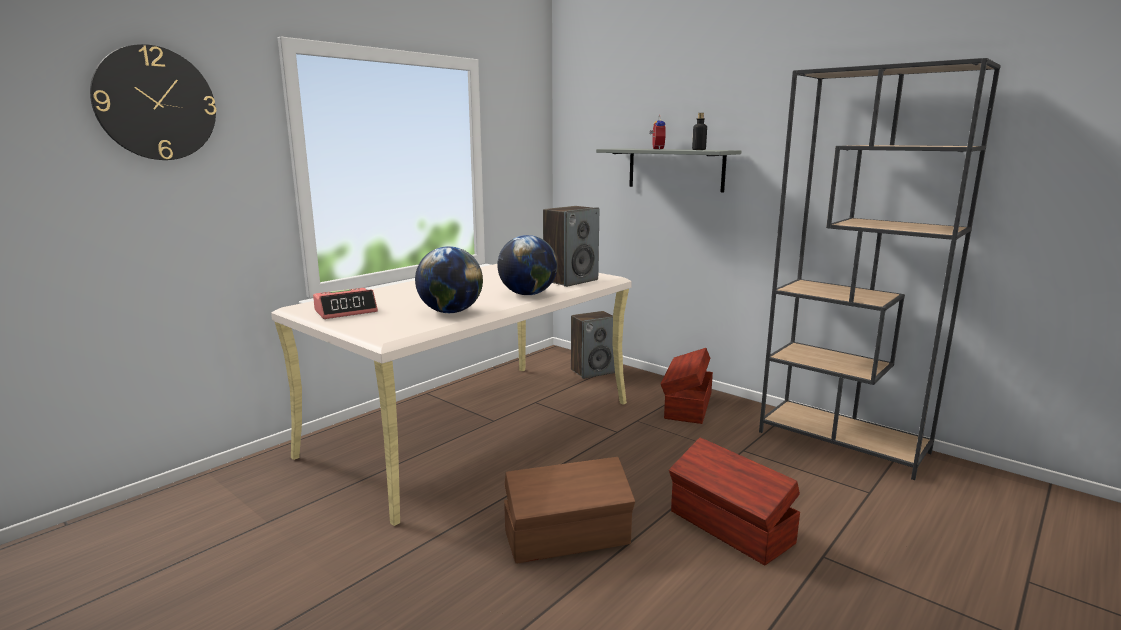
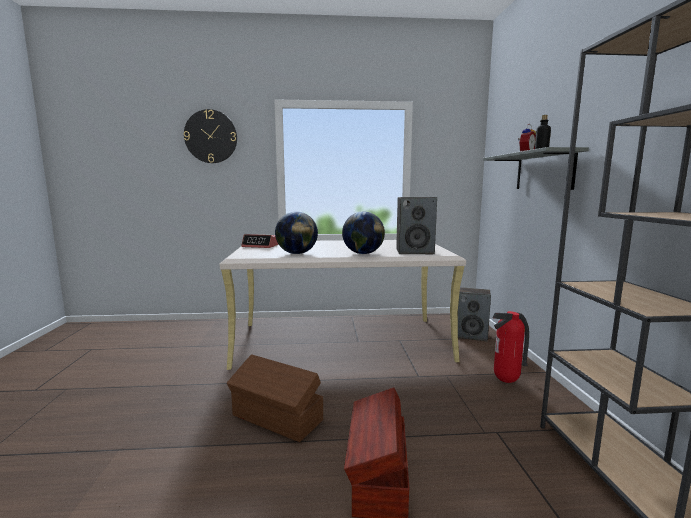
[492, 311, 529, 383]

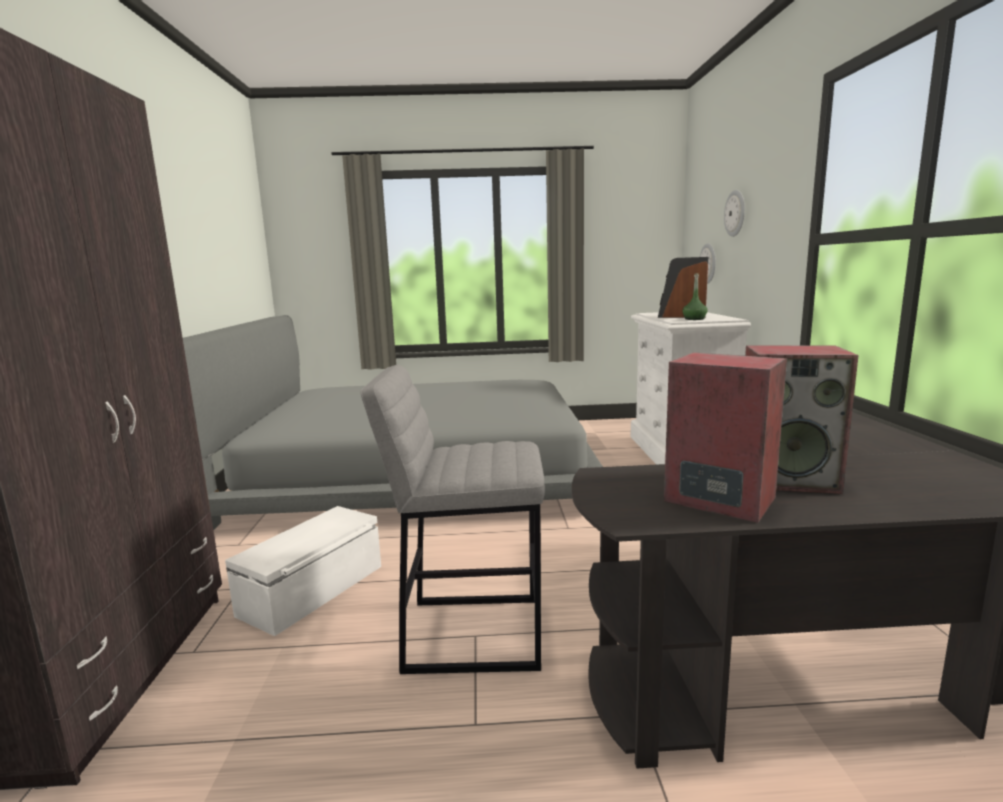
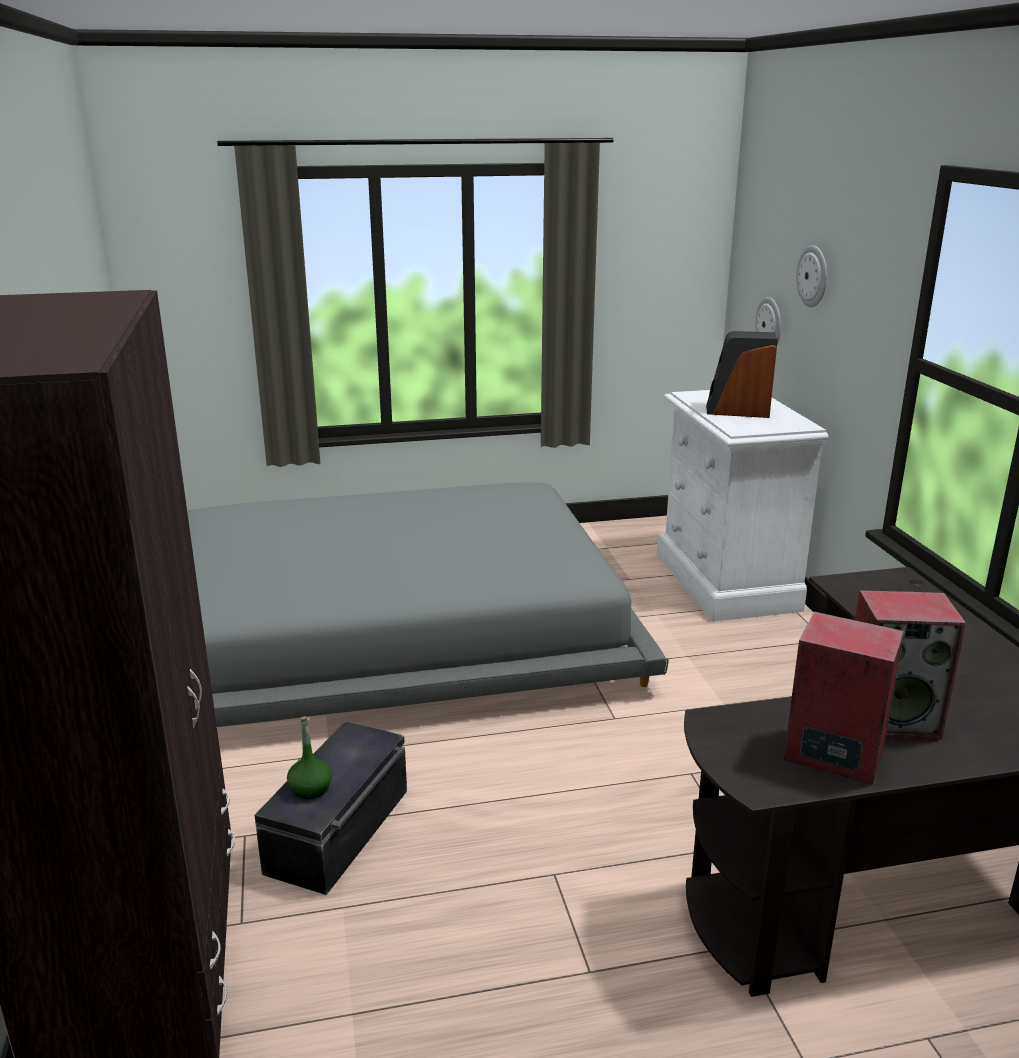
[255, 721, 407, 895]
[287, 716, 332, 799]
[361, 364, 545, 674] (first image)

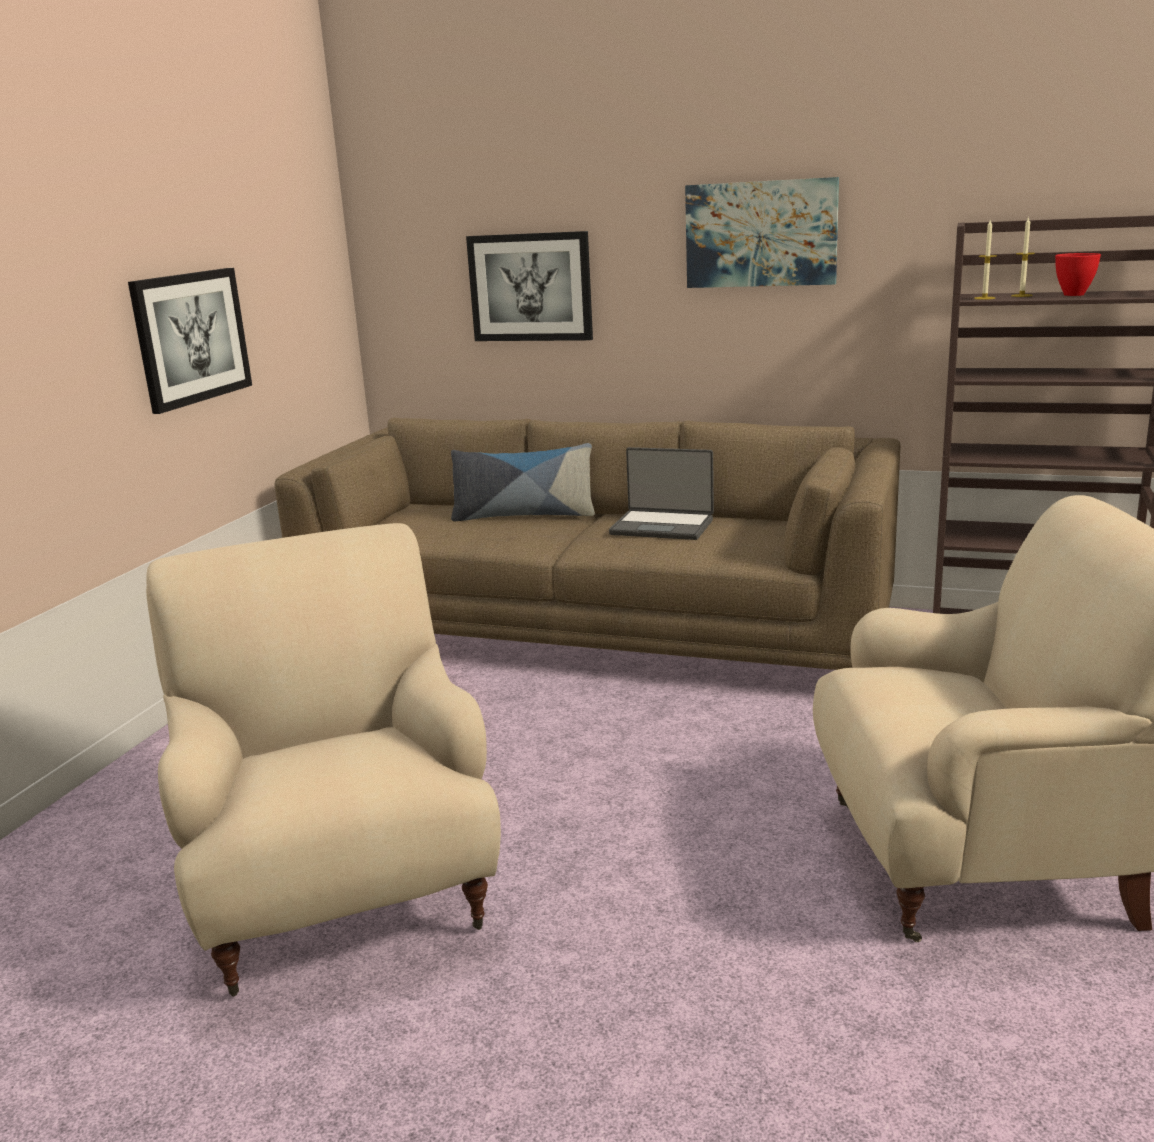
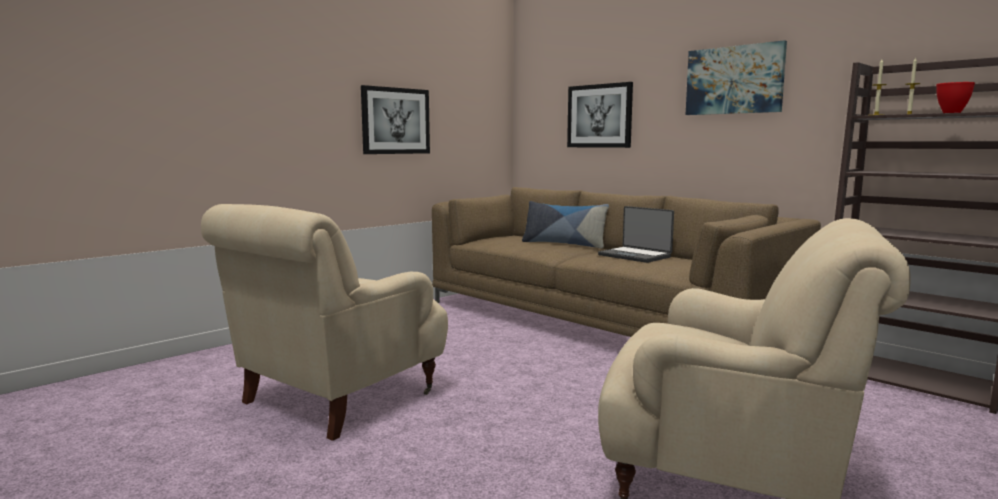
[201, 204, 448, 441]

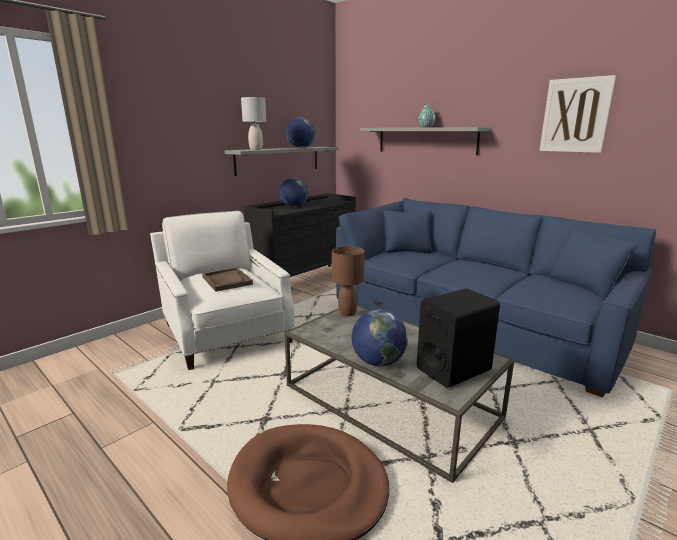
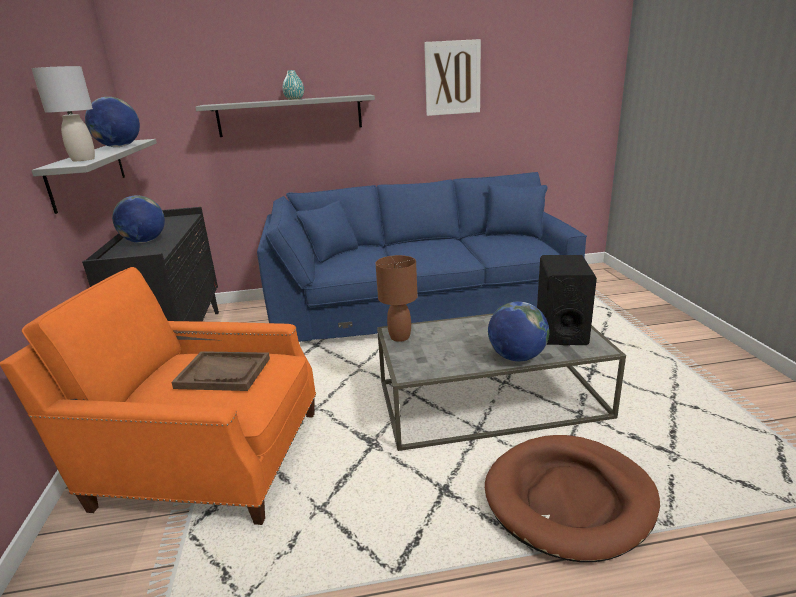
[0, 267, 316, 525]

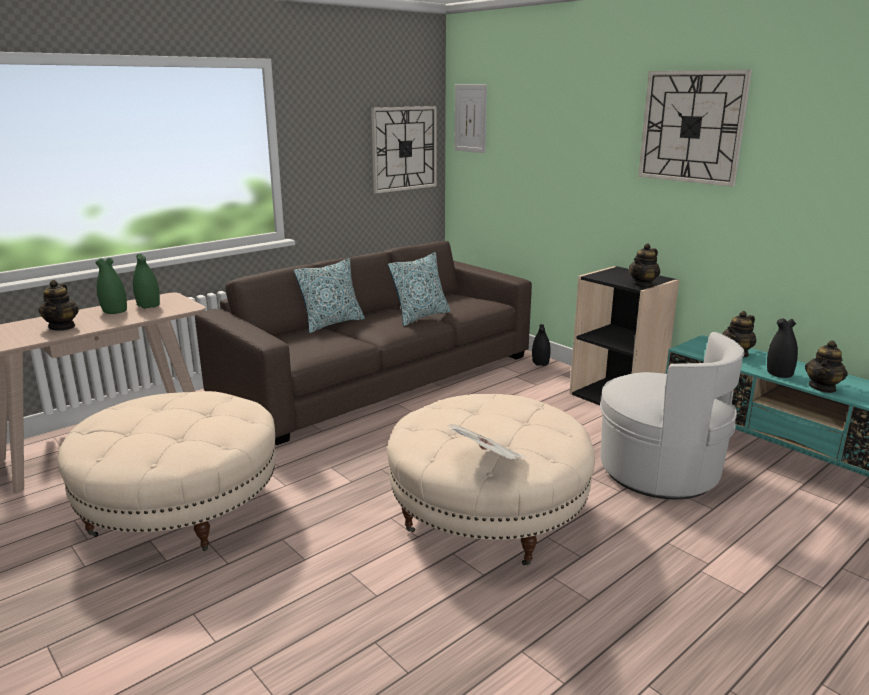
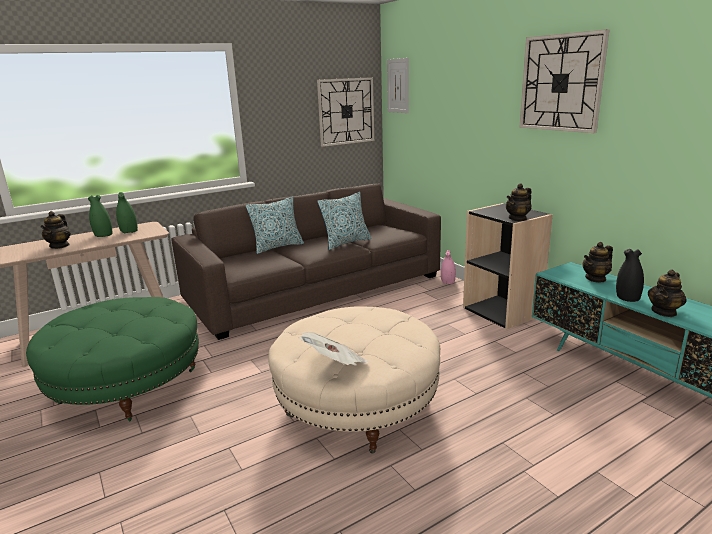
[26, 297, 199, 421]
[441, 250, 456, 284]
[600, 332, 744, 499] (first image)

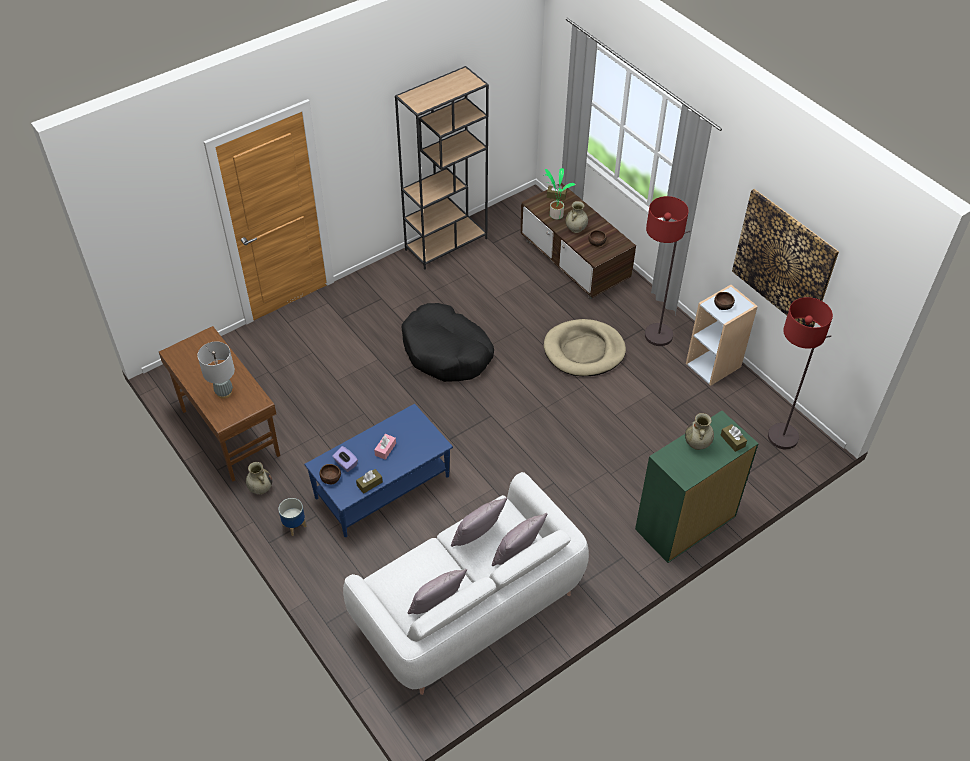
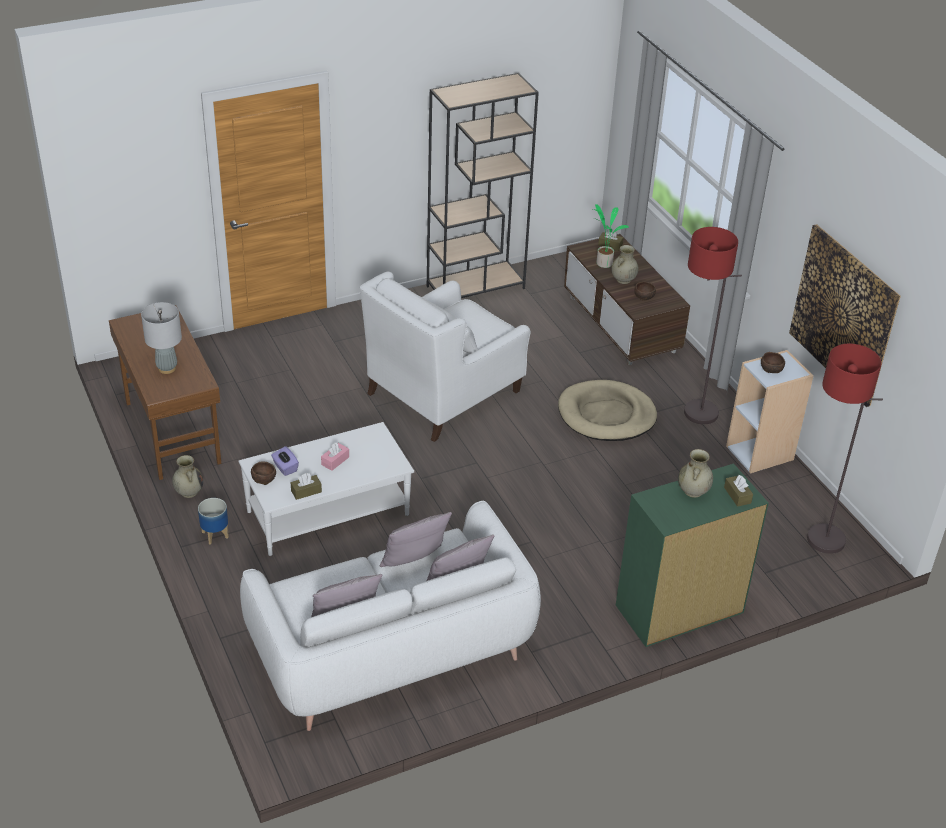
[239, 422, 414, 556]
[360, 272, 531, 442]

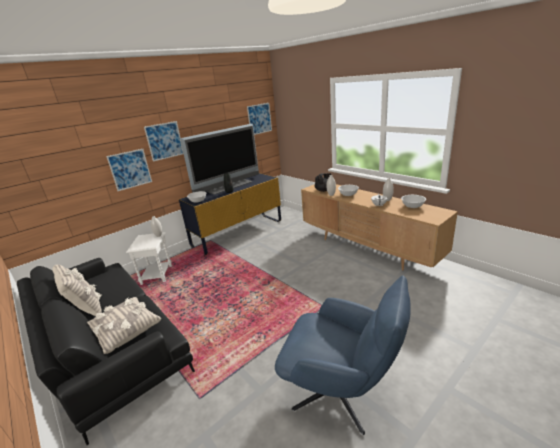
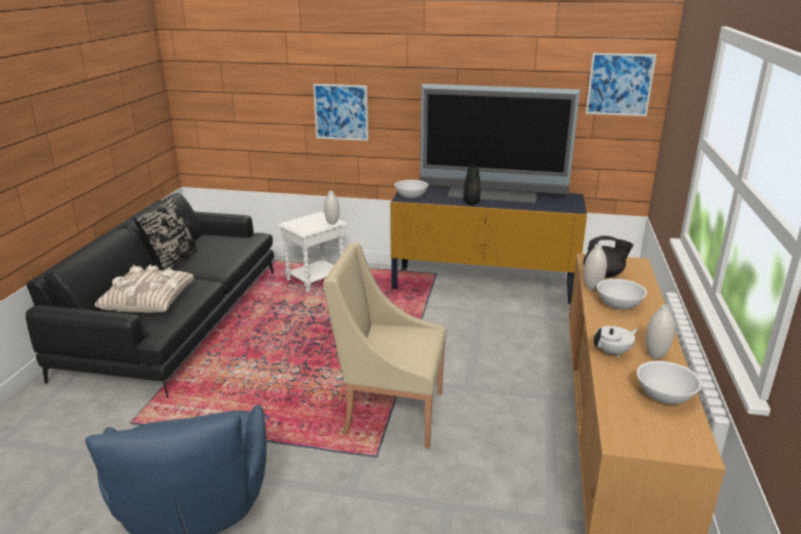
[134, 197, 197, 270]
[323, 243, 447, 448]
[144, 121, 184, 162] (first image)

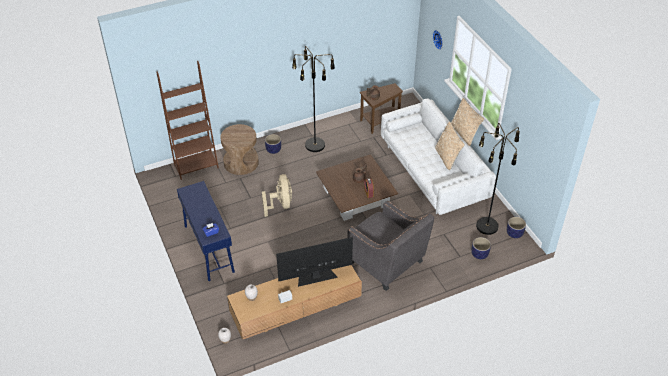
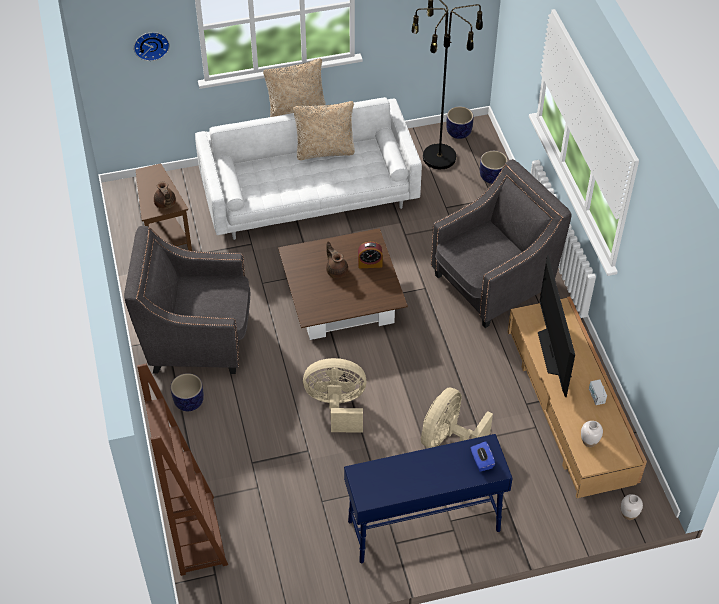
[124, 226, 250, 374]
[421, 387, 493, 448]
[220, 124, 259, 175] (first image)

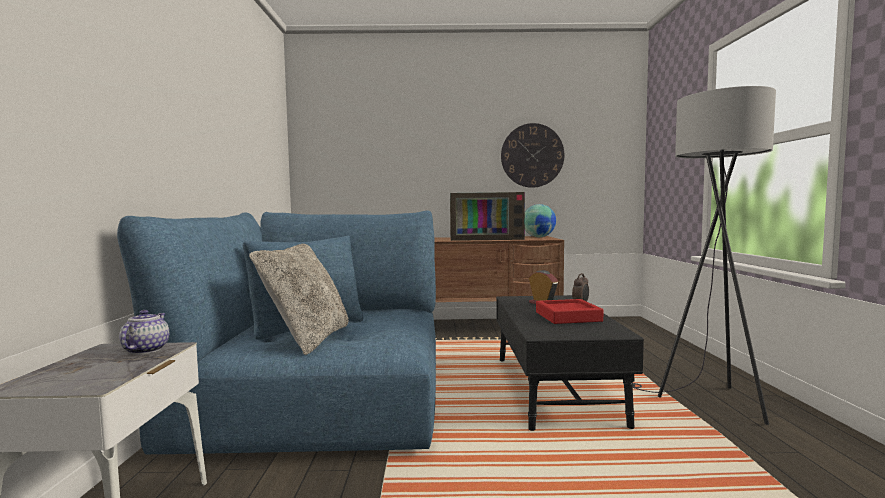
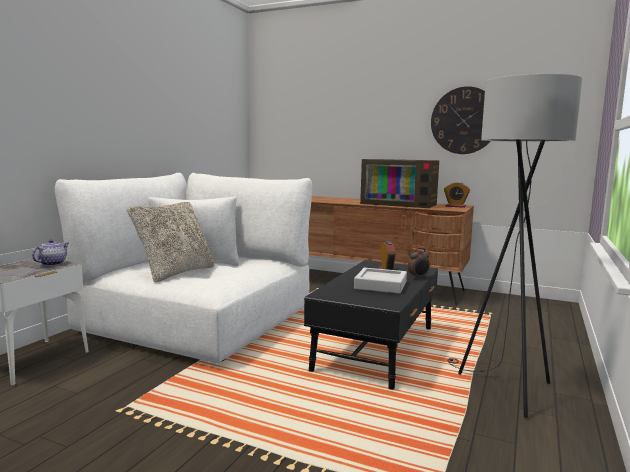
[55, 173, 312, 364]
[354, 268, 407, 294]
[444, 182, 470, 208]

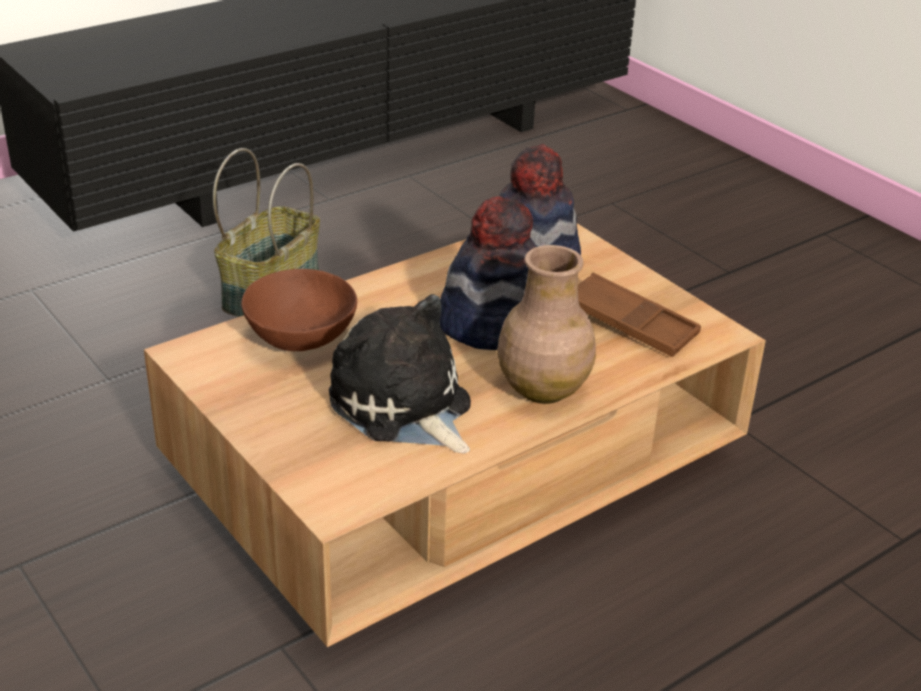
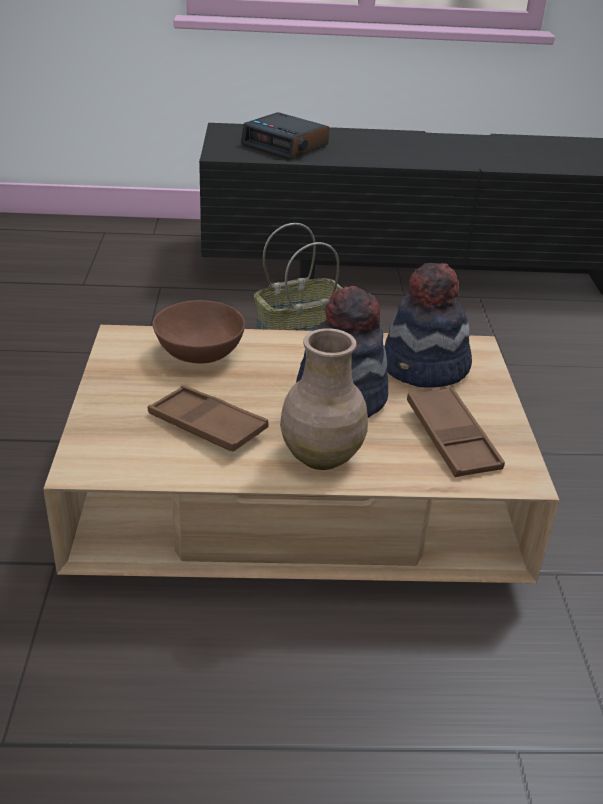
[148, 385, 269, 452]
[241, 112, 329, 160]

